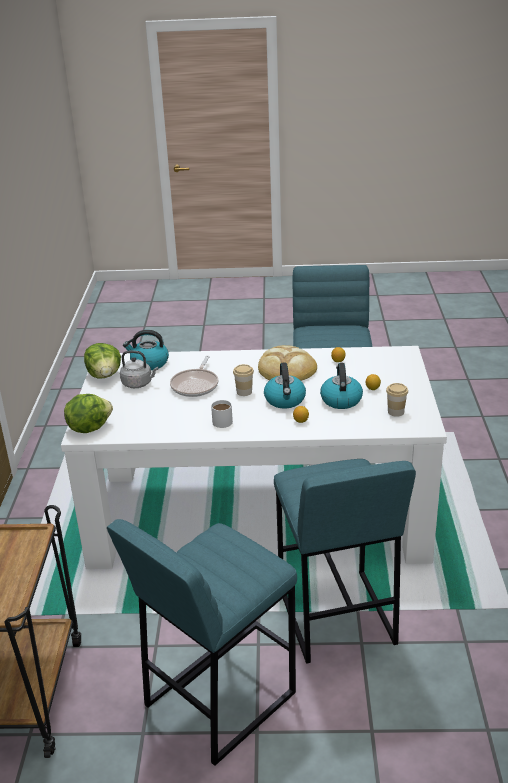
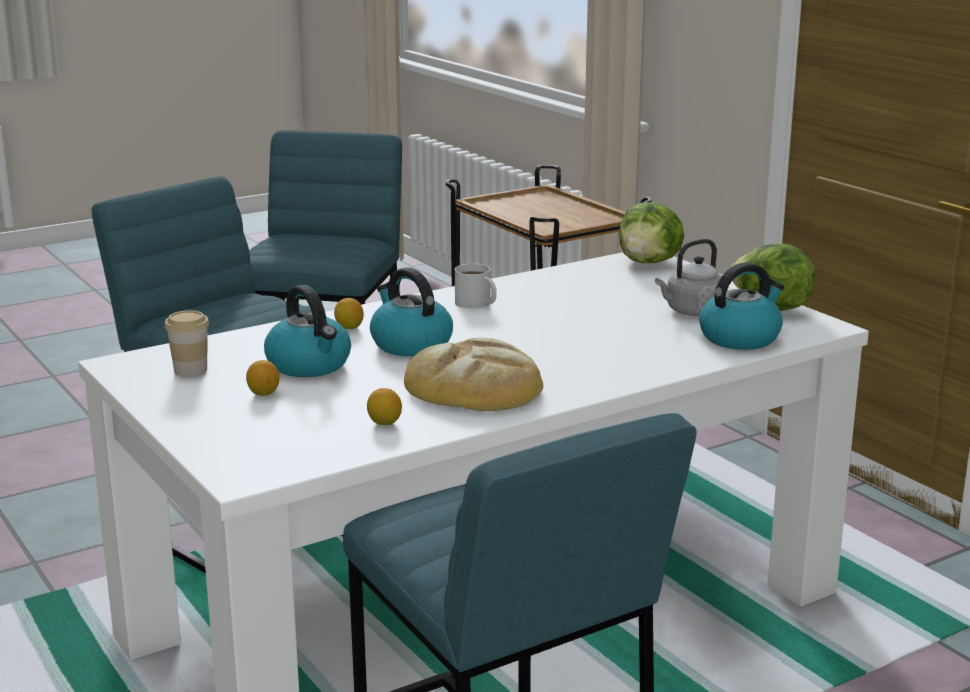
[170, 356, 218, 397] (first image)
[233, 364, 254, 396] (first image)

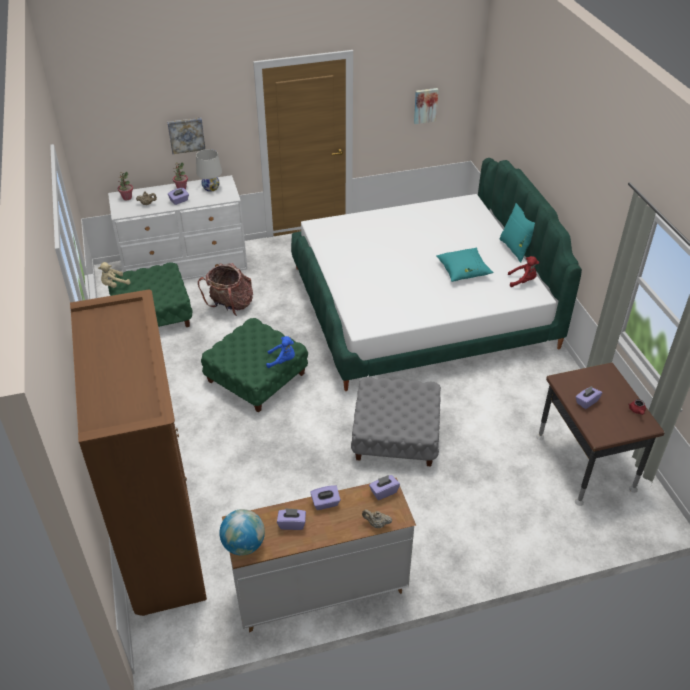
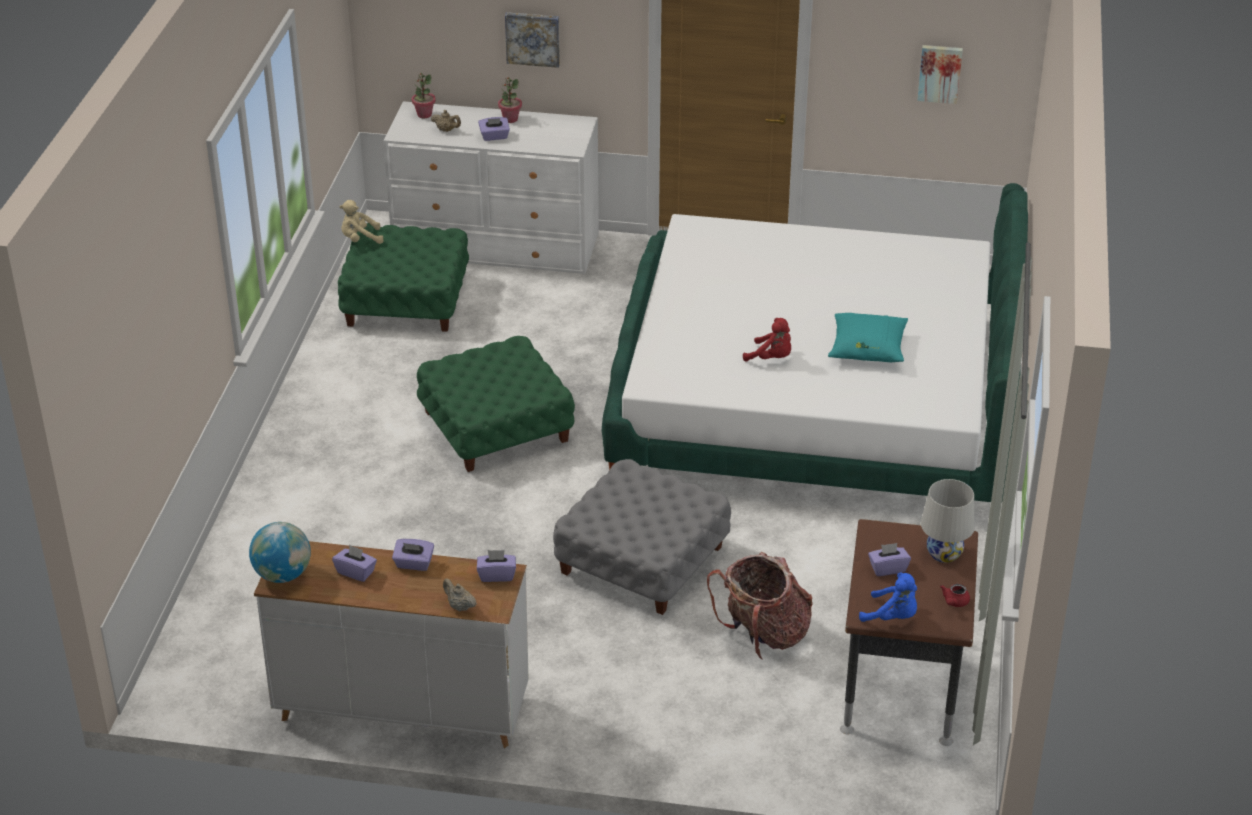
[707, 552, 813, 659]
[743, 318, 791, 362]
[859, 572, 917, 622]
[921, 479, 975, 563]
[70, 290, 207, 616] (first image)
[499, 203, 535, 263] (first image)

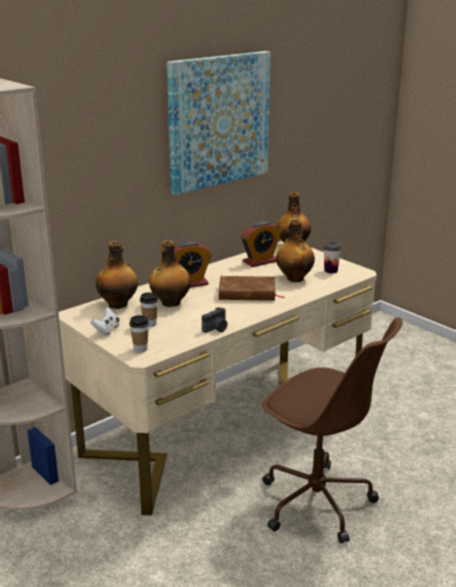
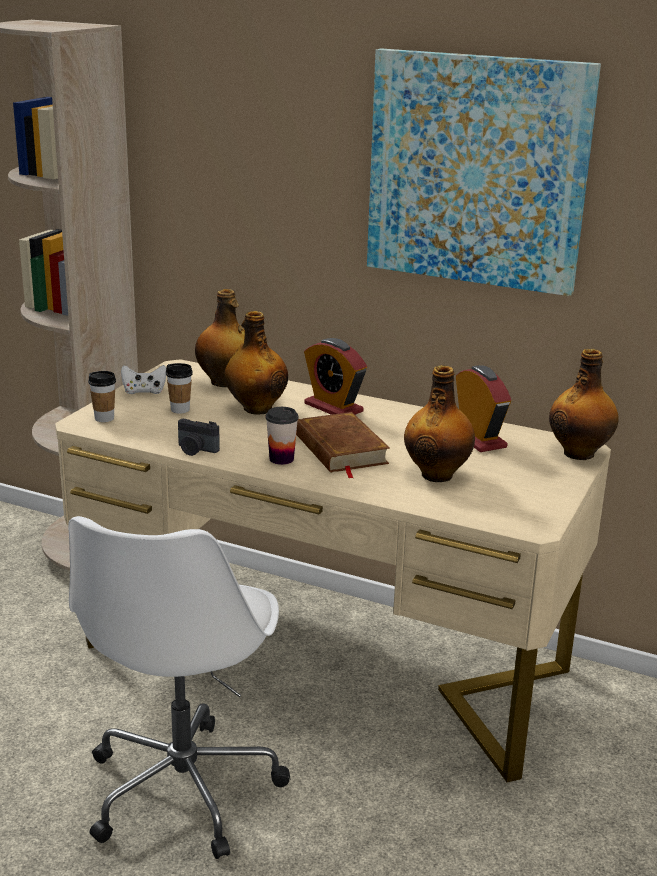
[68, 516, 291, 859]
[266, 407, 299, 465]
[456, 365, 511, 452]

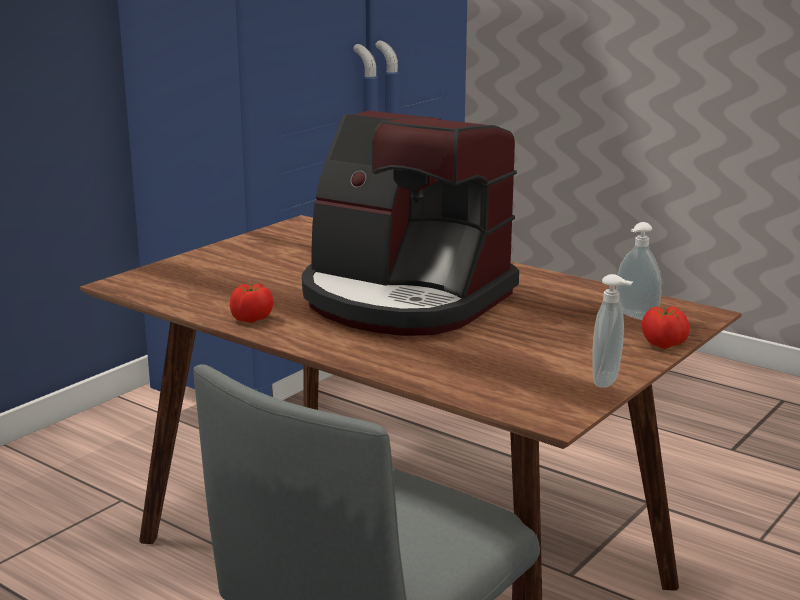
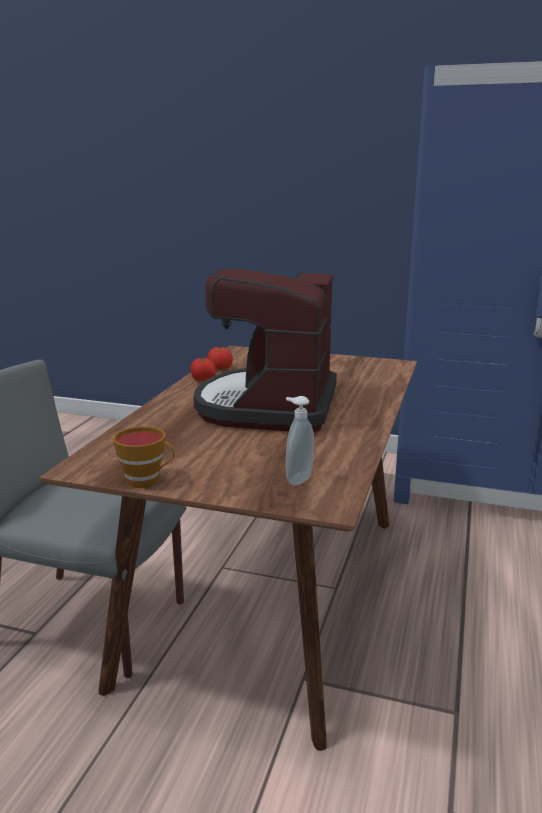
[113, 426, 175, 488]
[207, 347, 233, 370]

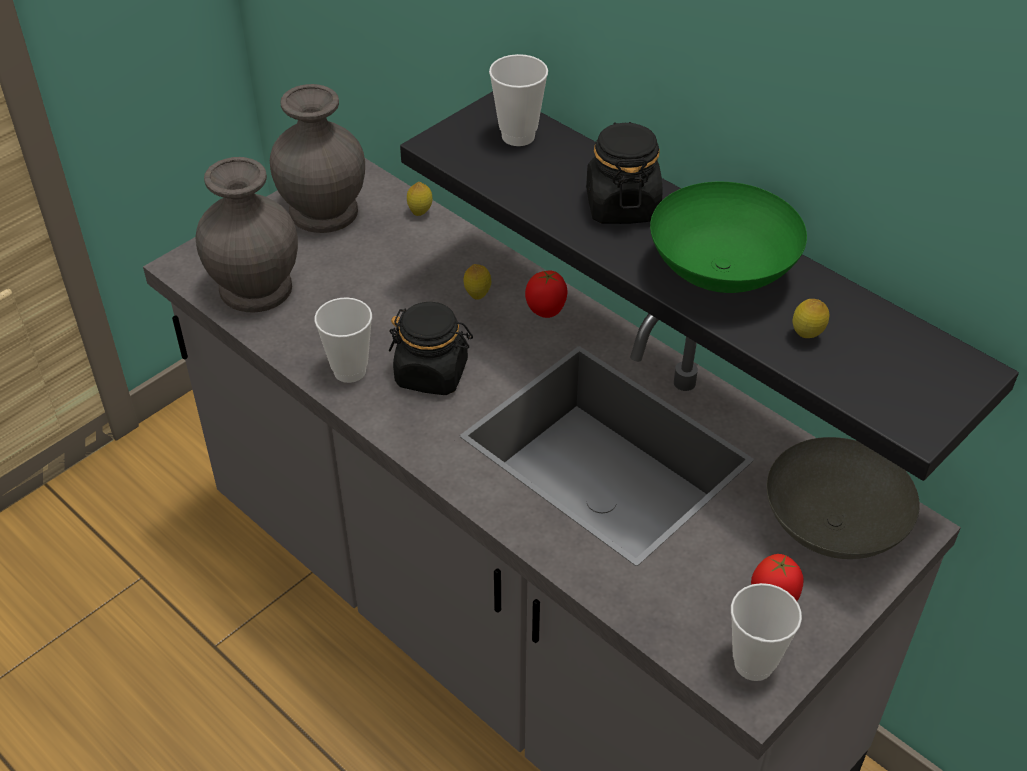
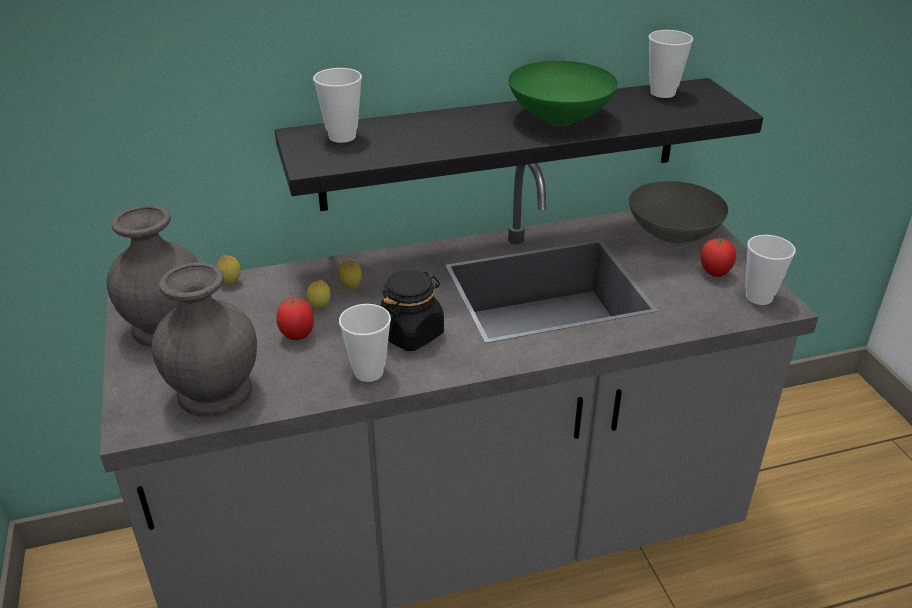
[276, 298, 314, 340]
[307, 280, 330, 310]
[649, 30, 693, 98]
[586, 122, 662, 224] (first image)

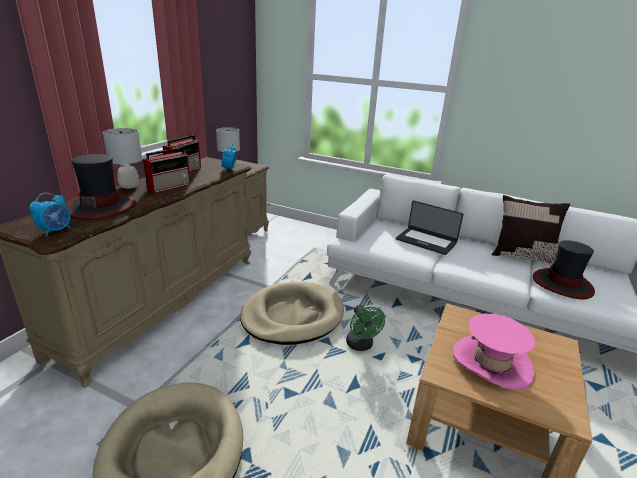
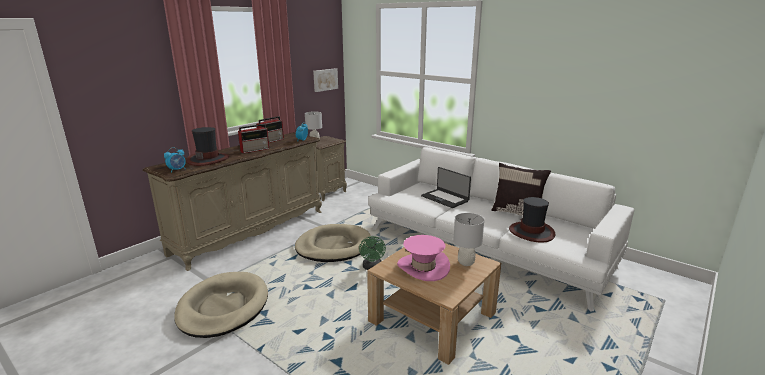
[313, 68, 338, 92]
[453, 213, 484, 266]

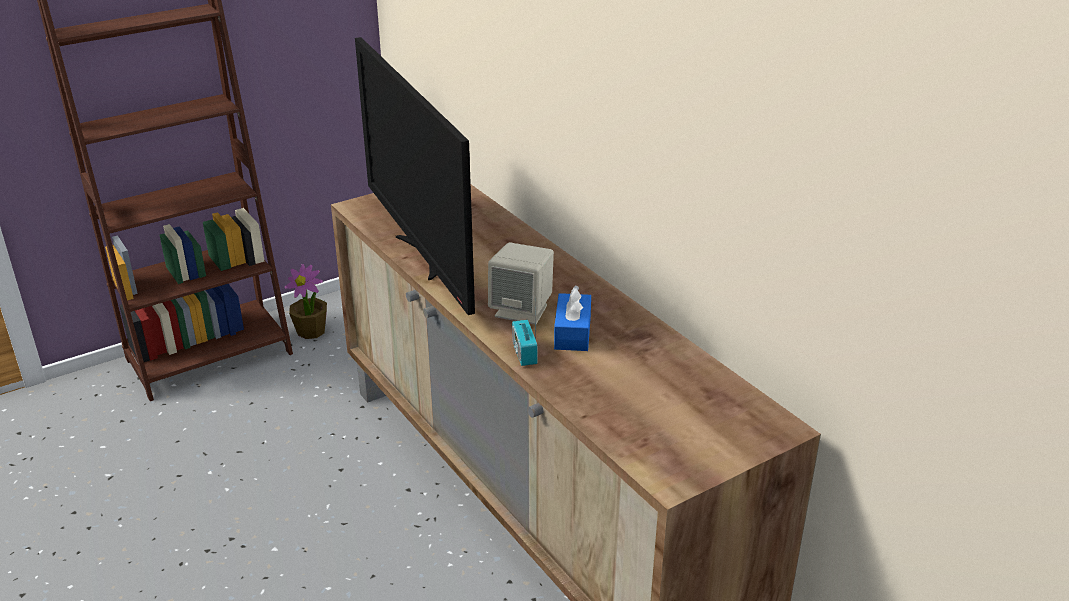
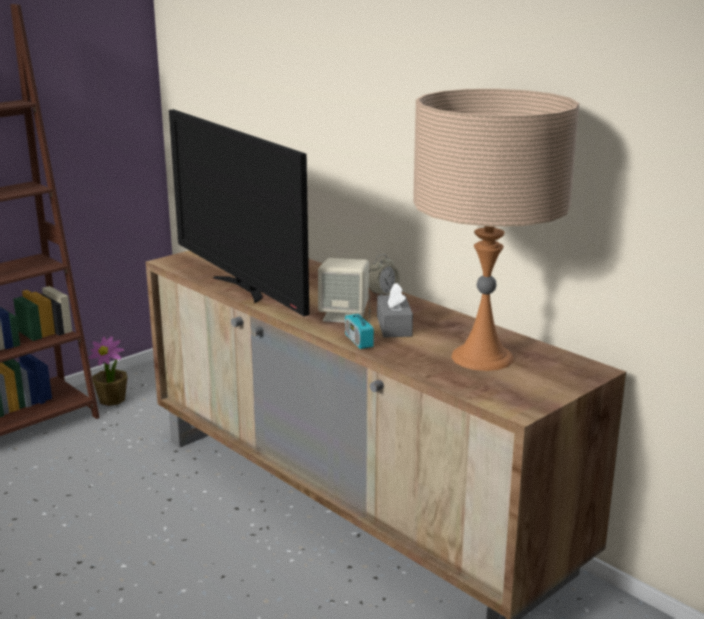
[369, 254, 400, 295]
[377, 283, 413, 338]
[413, 89, 579, 371]

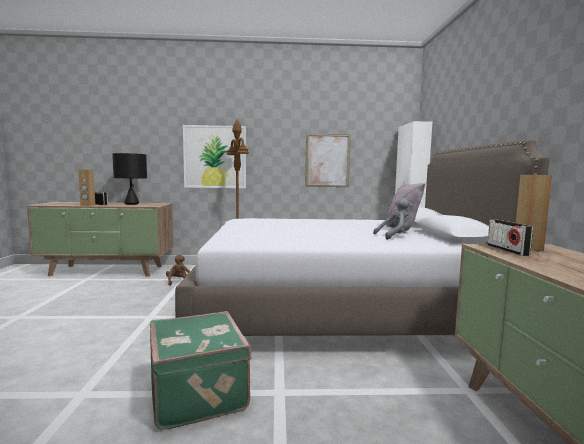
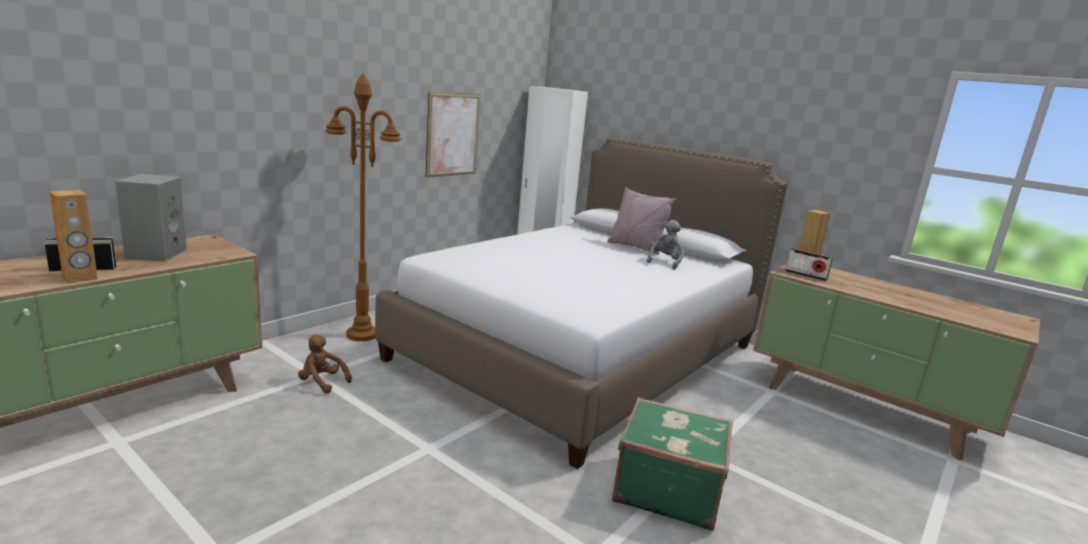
[115, 174, 187, 262]
[183, 125, 246, 188] (first image)

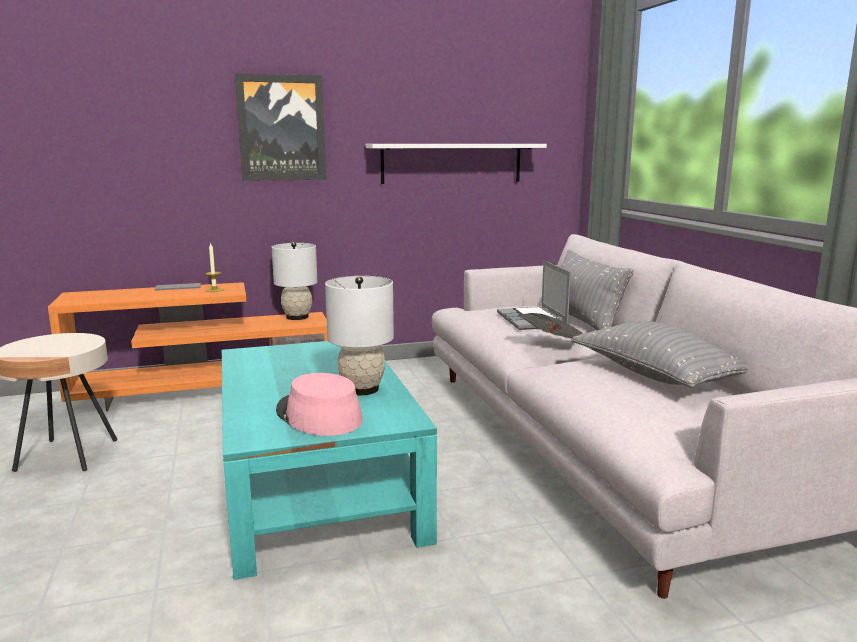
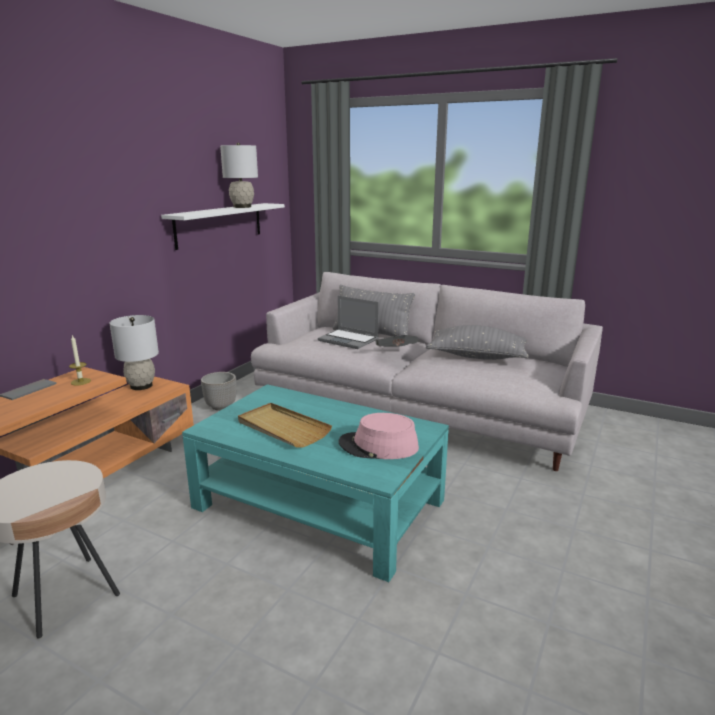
[201, 372, 236, 410]
[220, 142, 258, 208]
[238, 403, 332, 448]
[235, 73, 326, 181] (first image)

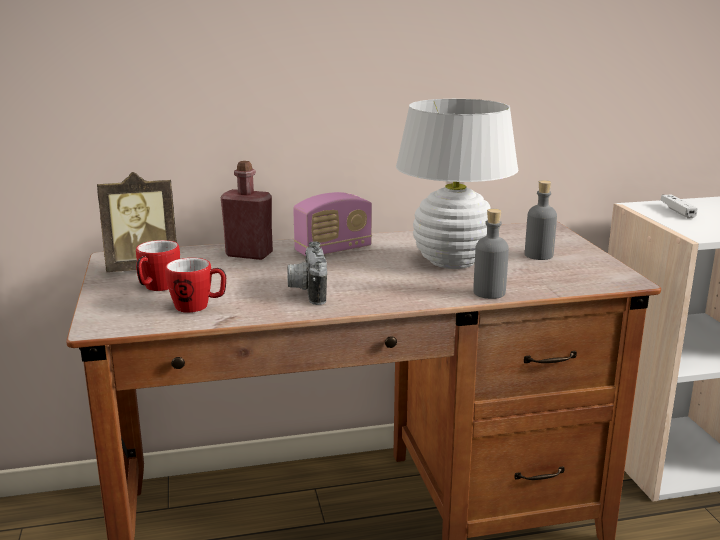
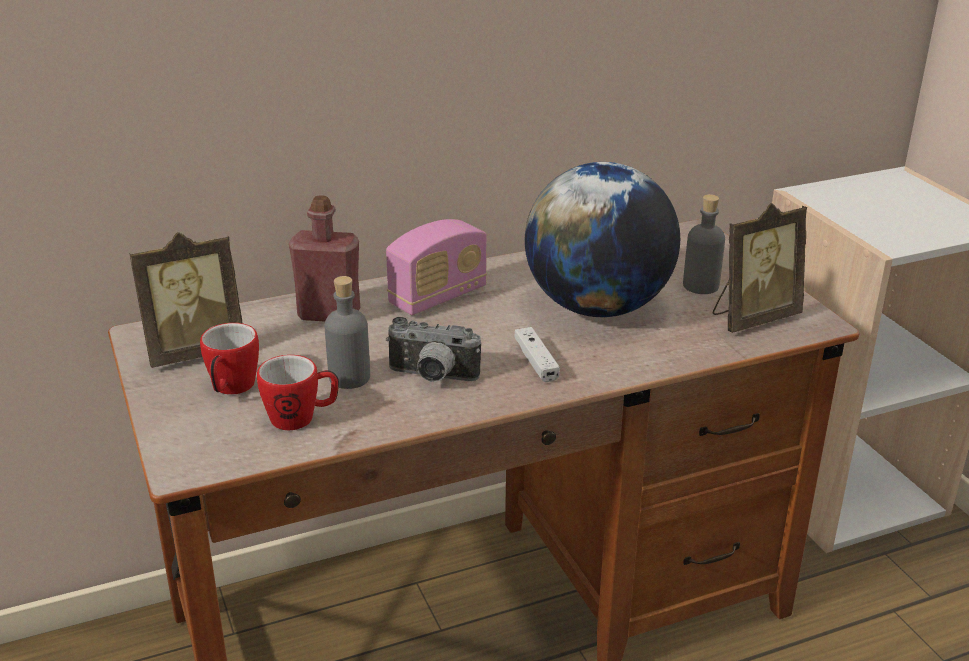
[325, 276, 370, 389]
[386, 317, 481, 382]
[514, 327, 560, 382]
[525, 162, 680, 317]
[713, 203, 807, 333]

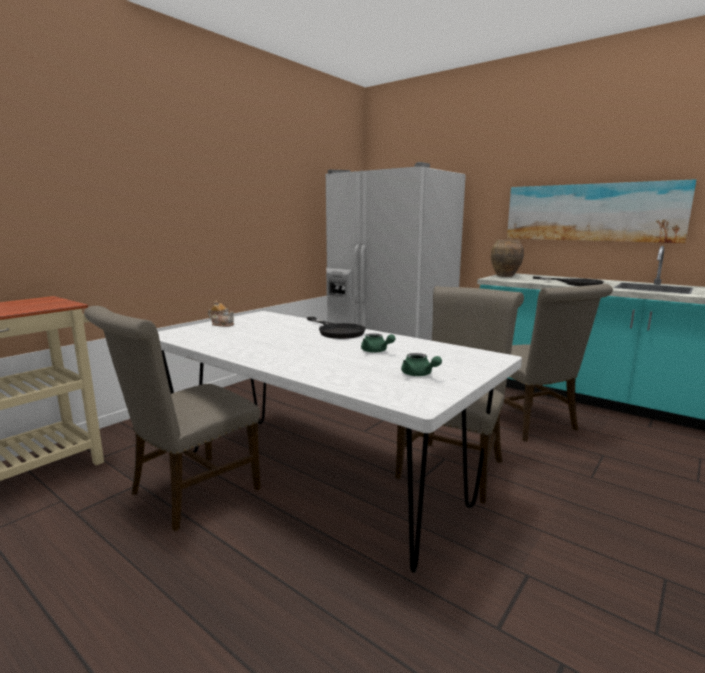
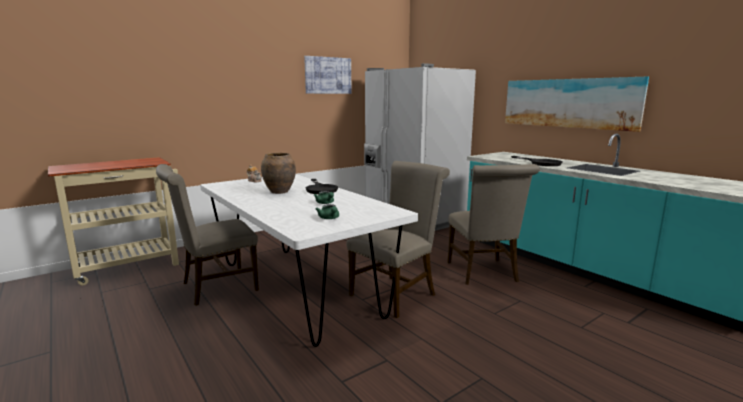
[261, 153, 296, 194]
[304, 56, 351, 94]

